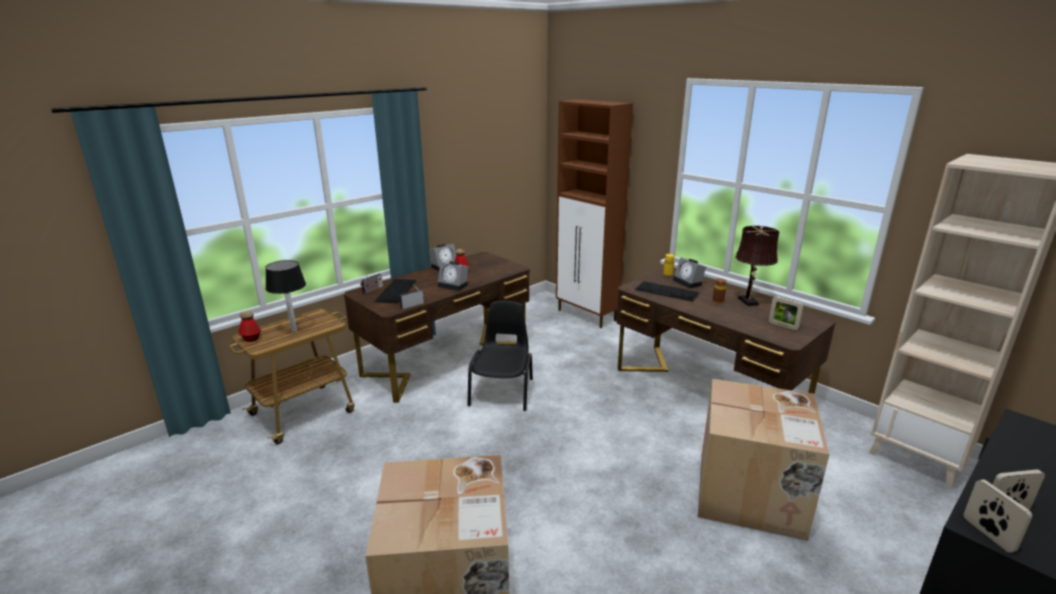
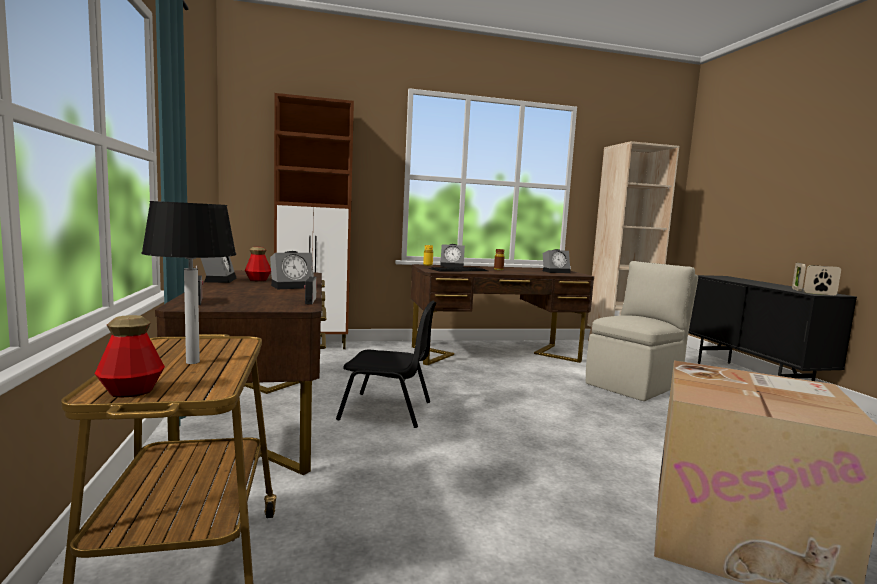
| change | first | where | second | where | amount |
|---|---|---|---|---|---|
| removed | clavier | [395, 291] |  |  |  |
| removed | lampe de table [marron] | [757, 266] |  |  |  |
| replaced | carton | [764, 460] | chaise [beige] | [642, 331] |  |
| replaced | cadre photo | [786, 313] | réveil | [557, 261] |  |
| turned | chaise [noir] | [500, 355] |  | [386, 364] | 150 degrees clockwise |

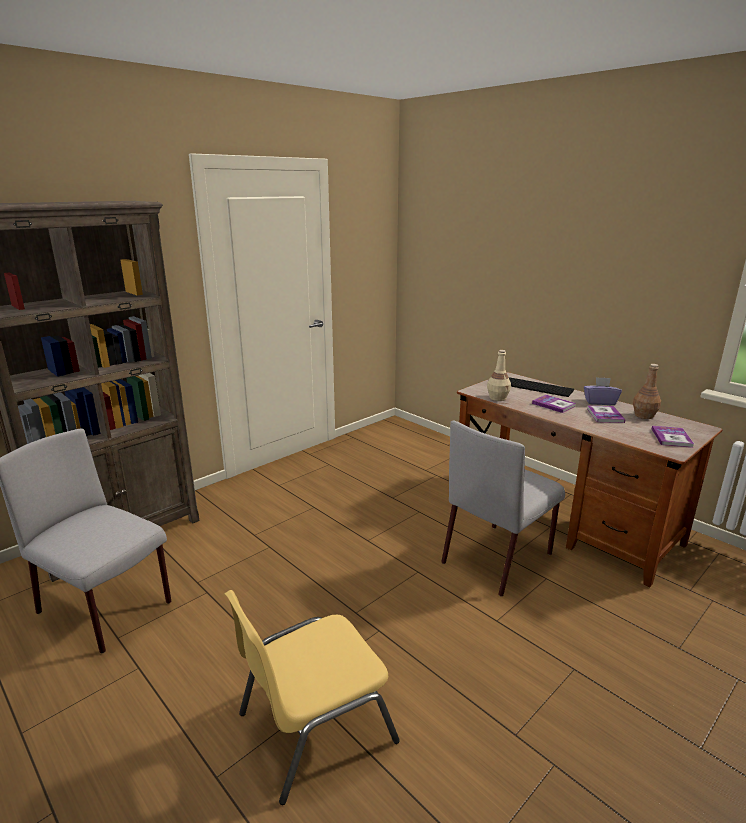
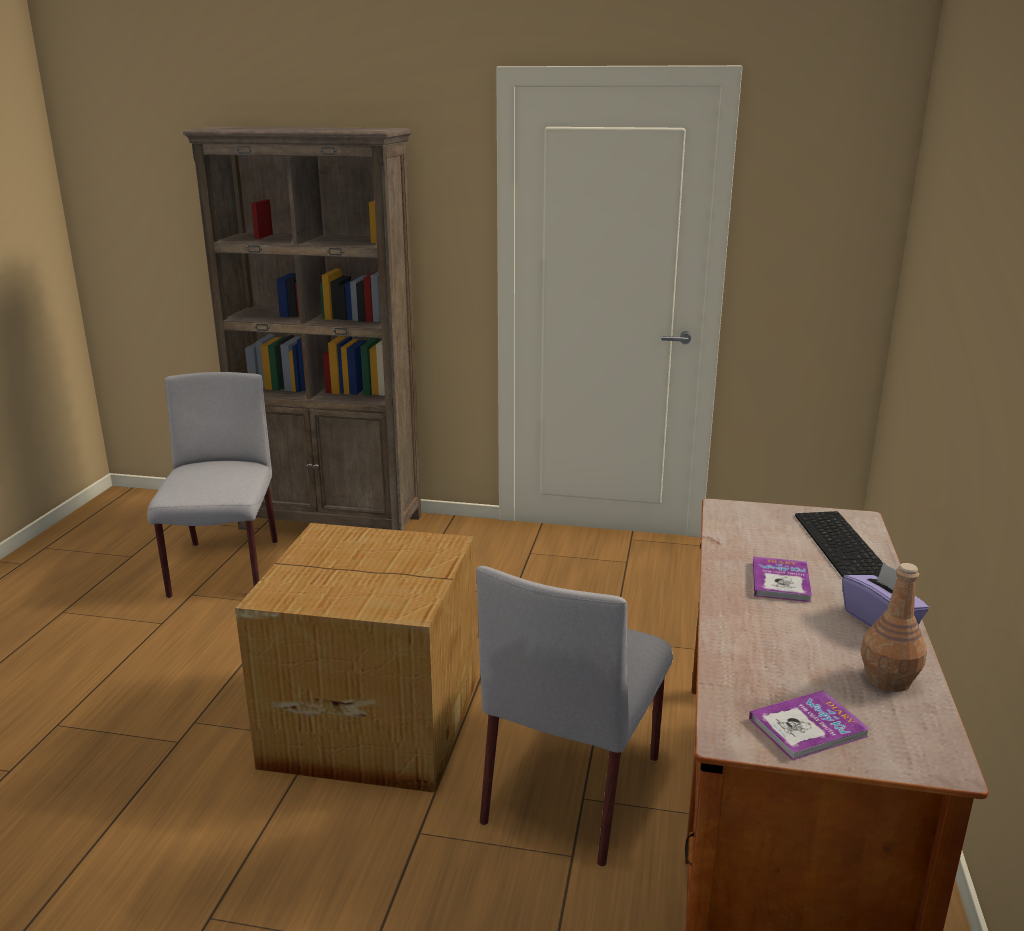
| change | first | where | second | where | amount |
|---|---|---|---|---|---|
| removed | chaise [jaune] | [312, 697] |  |  |  |
| removed | bouteille [beige] | [499, 375] |  |  |  |
| removed | livre | [606, 414] |  |  |  |
| added |  |  | carton | [356, 658] |  |
| turned | chaise [gris] | [503, 509] |  | [574, 716] | 75 degrees counterclockwise |

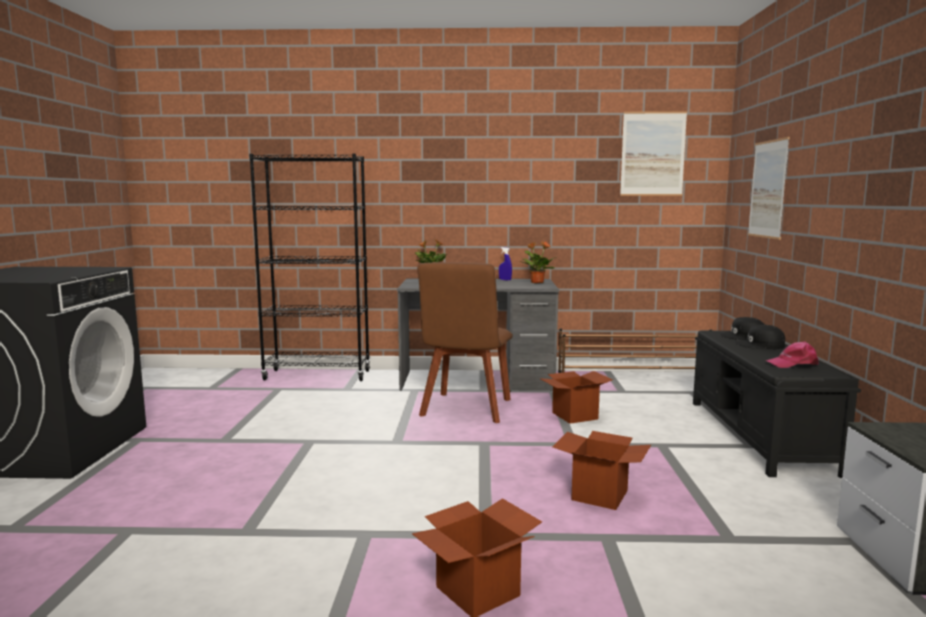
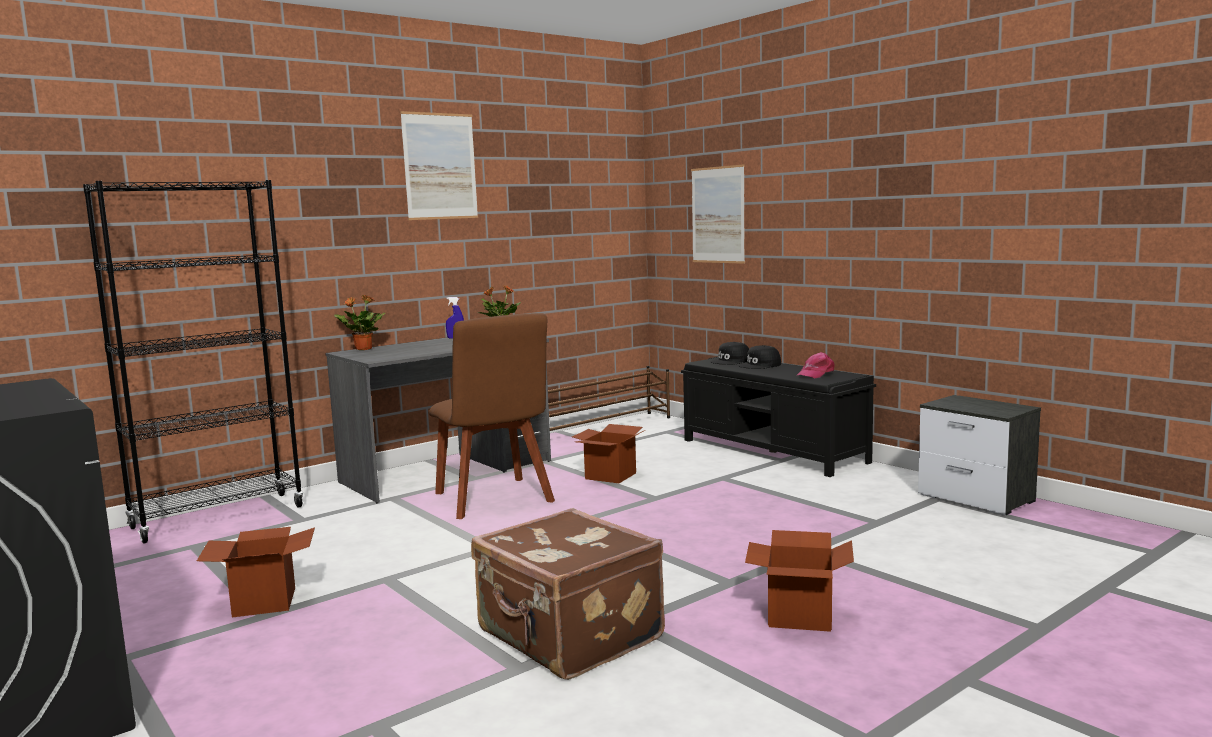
| change | first | where | second | where | amount |
|---|---|---|---|---|---|
| added |  |  | valise [marron] | [568, 594] |  |
| moved | carton | [601, 470] |  | [256, 572] |  |
| moved | tableau | [653, 153] |  | [439, 165] |  |

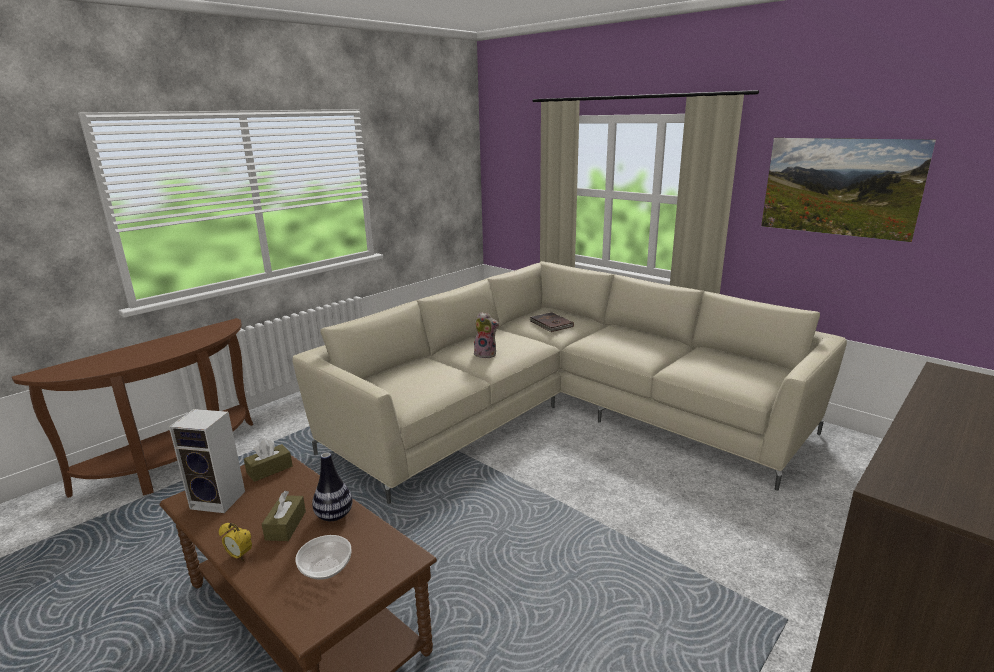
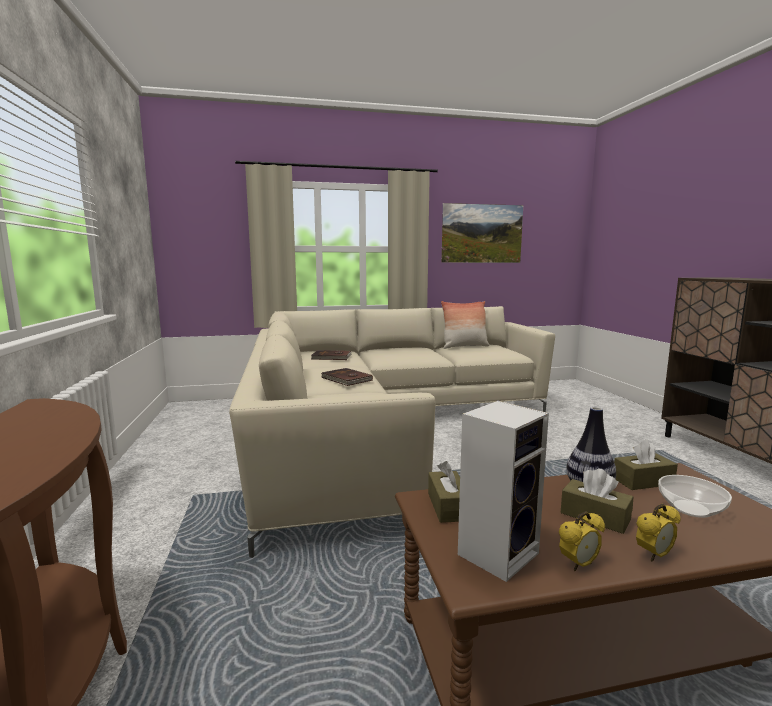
| change | first | where | second | where | amount |
|---|---|---|---|---|---|
| added |  |  | coussin | [465, 325] |  |
| added |  |  | réveil | [582, 541] |  |
| added |  |  | boîte à mouchoirs [marron] | [646, 465] |  |
| replaced | peluche | [486, 335] | livre [marron] | [347, 377] |  |

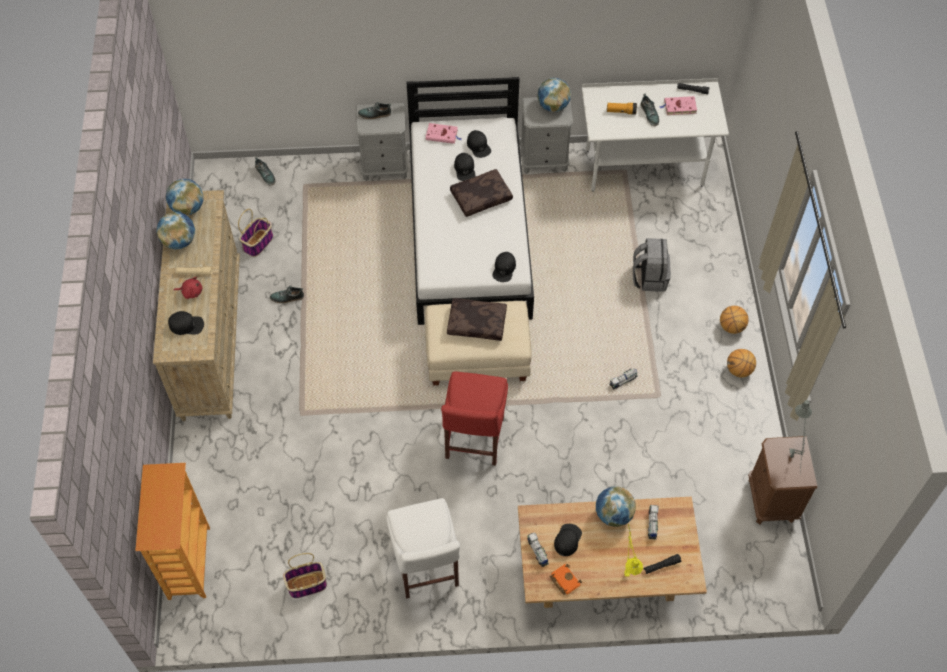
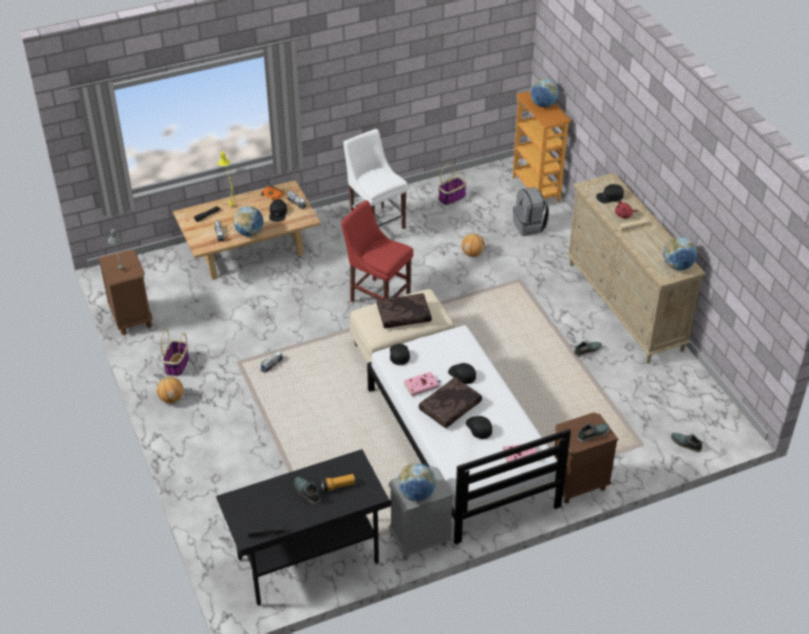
| change | first | where | second | where | amount |
|---|---|---|---|---|---|
| moved | globe | [176, 231] |  | [544, 92] |  |
| moved | panier | [255, 233] |  | [175, 353] |  |
| moved | casquette [noir] | [479, 144] |  | [462, 373] |  |
| moved | sac à dos [gris] | [652, 265] |  | [531, 211] |  |
| moved | livre [rose] | [678, 105] |  | [423, 384] |  |
| moved | ballon de basket | [734, 320] |  | [473, 245] |  |
| recoloured | table de chevet [gris] | [382, 142] | table de chevet [marron] | [586, 458] |  |
| recoloured | bureau [blanc] | [655, 135] | bureau [noir] | [303, 527] |  |
| turned | chaise [rouge] | [474, 418] |  | [377, 251] | 45 degrees counterclockwise |

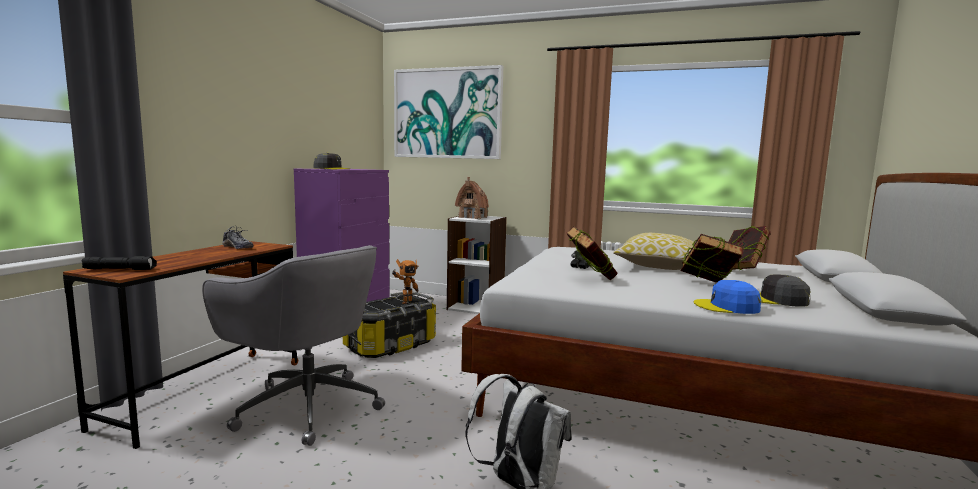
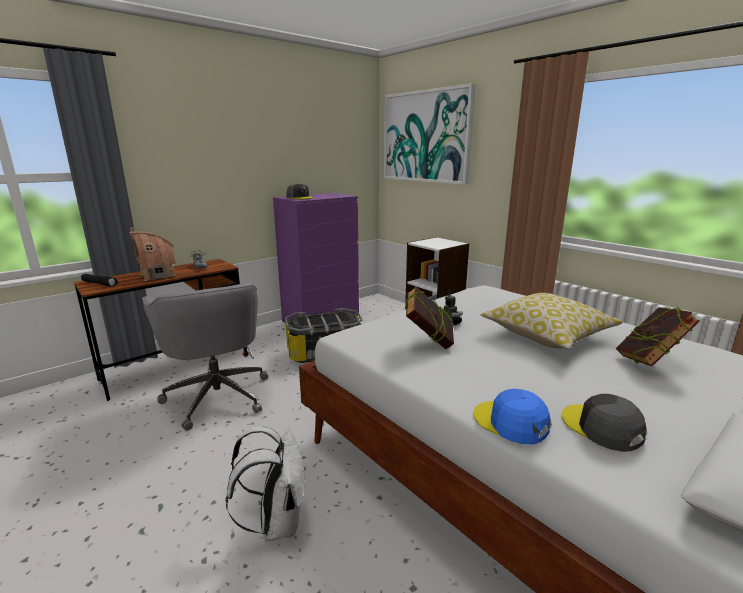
| change | first | where | second | where | amount |
|---|---|---|---|---|---|
| removed | robot jouet | [405, 281] |  |  |  |
| removed | livre | [712, 258] |  |  |  |
| moved | maison miniature | [472, 198] |  | [152, 254] |  |

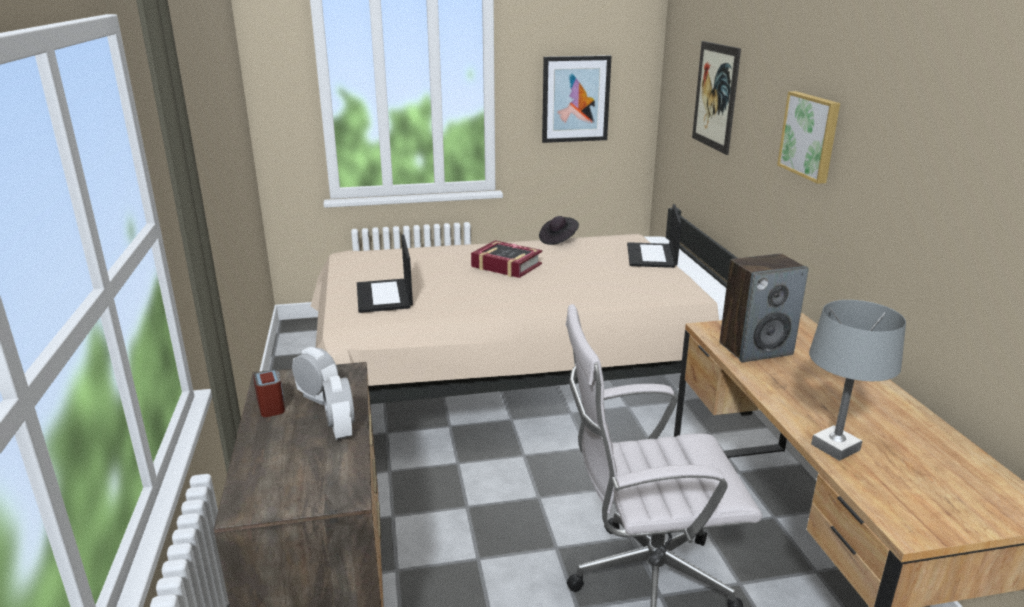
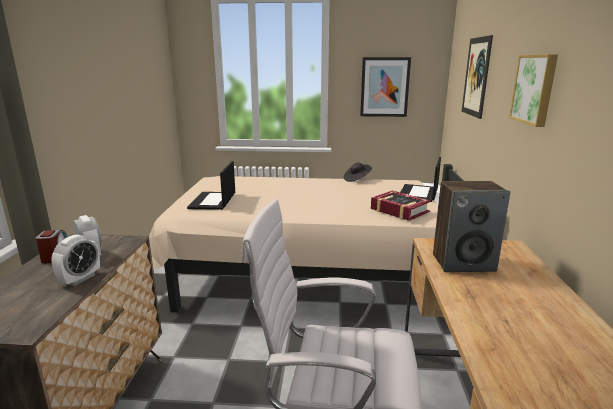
| change | first | where | second | where | amount |
|---|---|---|---|---|---|
| removed | lampe de table [gris] | [857, 380] |  |  |  |
| moved | livre | [506, 259] |  | [401, 205] |  |
| turned | réveil | [338, 407] |  | [75, 260] | 150 degrees counterclockwise |

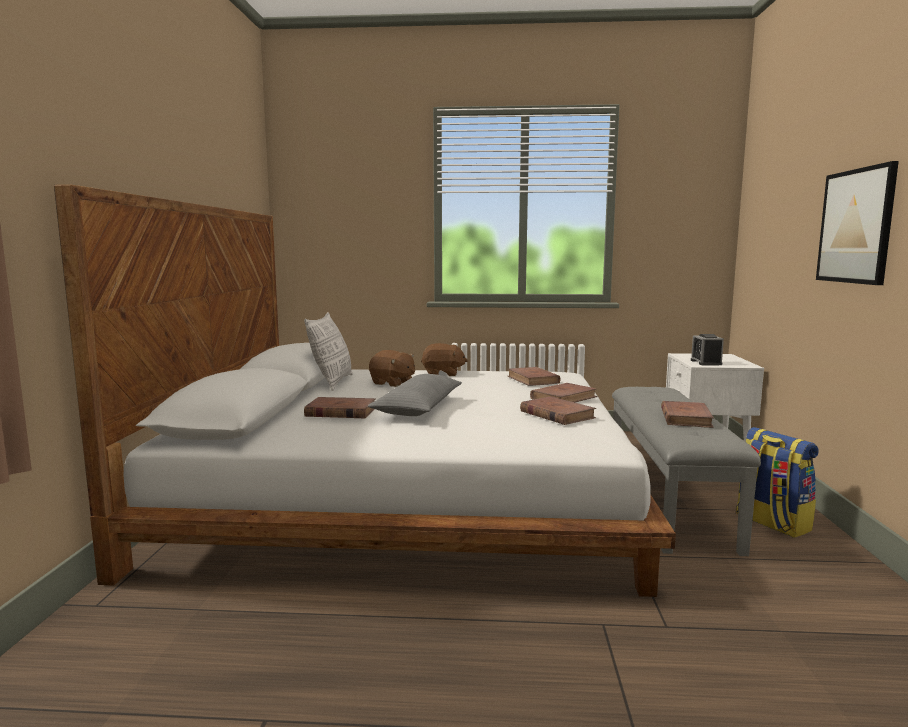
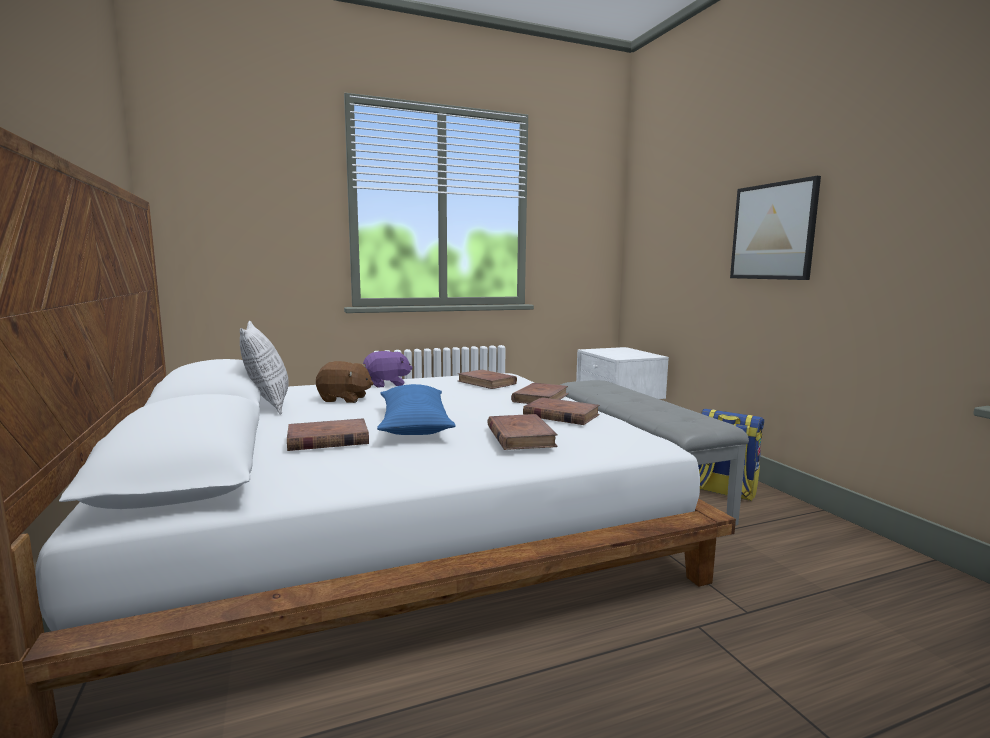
| change | first | where | second | where | amount |
|---|---|---|---|---|---|
| removed | réveil | [707, 349] |  |  |  |
| moved | livre [marron] | [687, 414] |  | [522, 432] |  |
| recoloured | coussin [gris] | [415, 395] | coussin [bleu] | [416, 409] |  |
| recoloured | peluche [marron] | [444, 359] | peluche [violet] | [388, 369] |  |

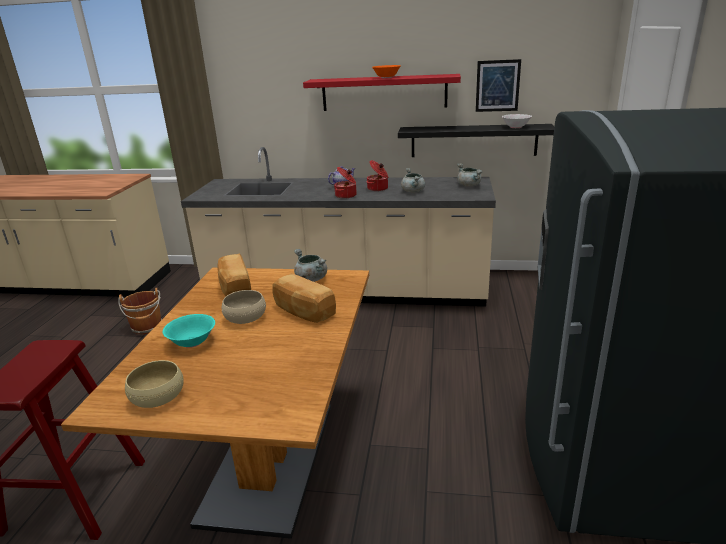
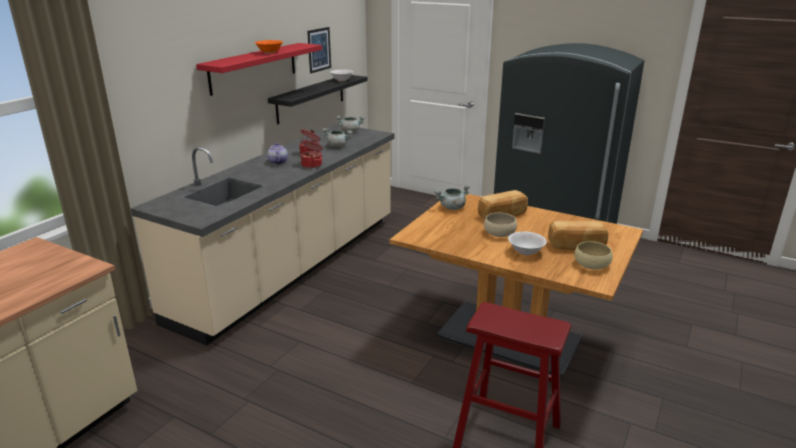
| change | first | where | second | where | amount |
|---|---|---|---|---|---|
| removed | seau [marron] | [140, 311] |  |  |  |
| moved | pain | [234, 275] |  | [578, 235] |  |
| recoloured | bol [turquoise] | [189, 331] | bol [blanc] | [527, 243] |  |

